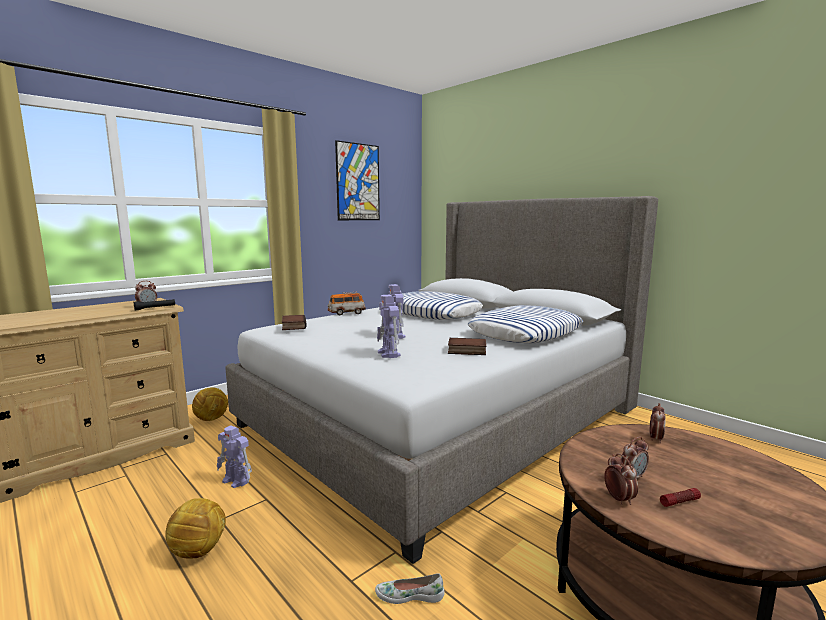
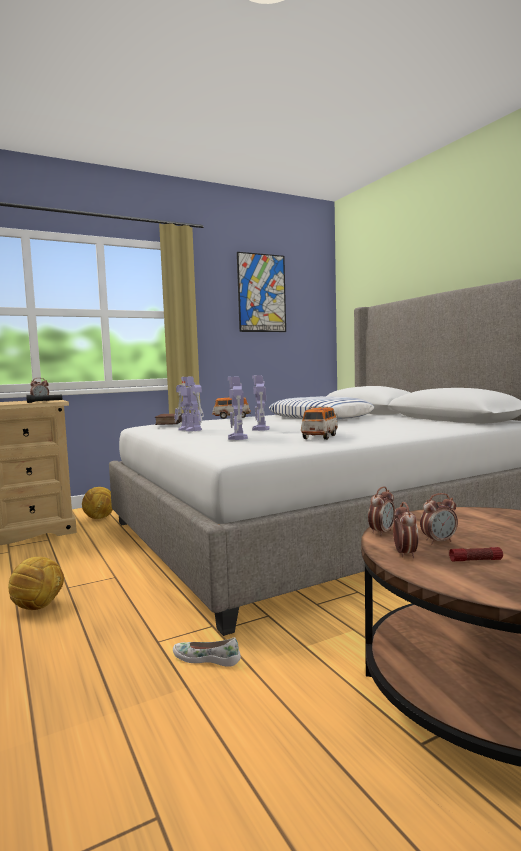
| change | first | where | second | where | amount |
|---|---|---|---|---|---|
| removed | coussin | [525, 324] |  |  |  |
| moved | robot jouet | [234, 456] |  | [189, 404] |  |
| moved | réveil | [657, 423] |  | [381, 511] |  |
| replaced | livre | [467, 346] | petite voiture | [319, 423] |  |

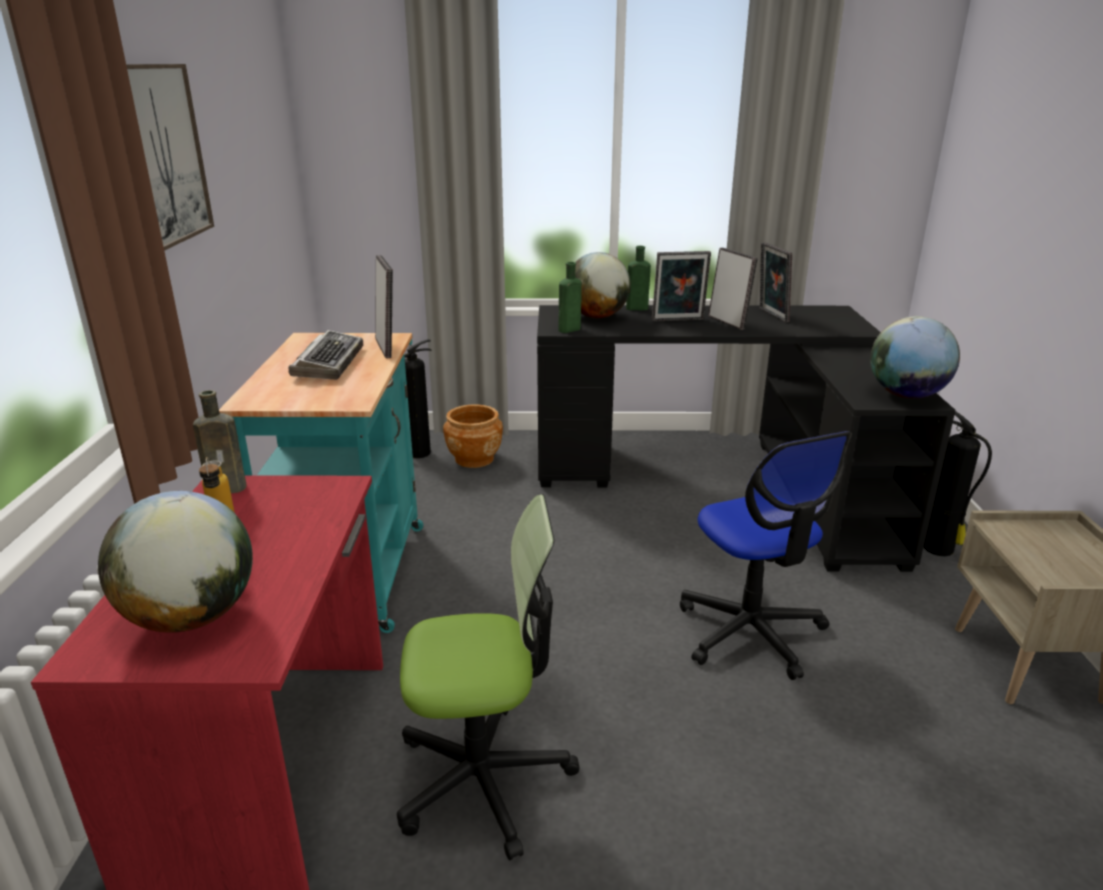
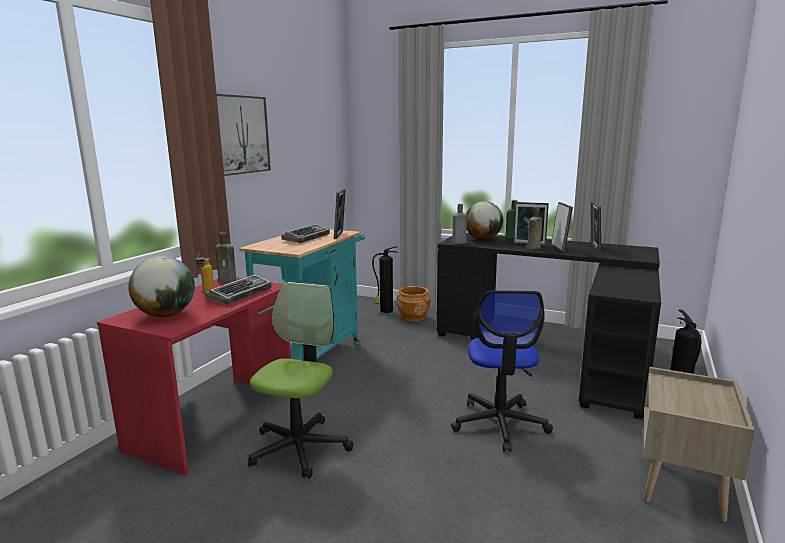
| change | first | where | second | where | amount |
|---|---|---|---|---|---|
| removed | globe | [915, 357] |  |  |  |
| added |  |  | clavier | [238, 290] |  |
| added |  |  | bouteille [marron] | [535, 228] |  |
| recoloured | bouteille [vert] | [570, 297] | bouteille [gris] | [459, 224] |  |
| turned | chaise de bureau | [488, 677] |  | [301, 380] | 90 degrees counterclockwise |

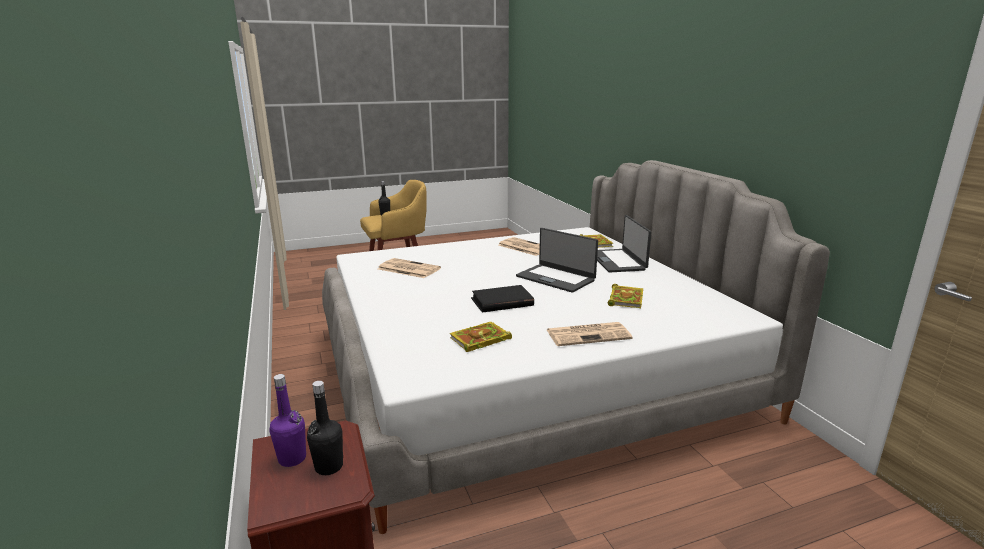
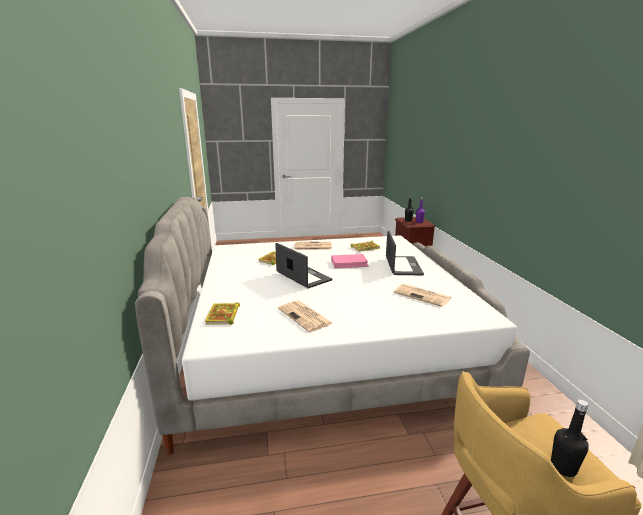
| change | first | where | second | where | amount |
|---|---|---|---|---|---|
| moved | ordinateur portable | [624, 244] |  | [405, 253] |  |
| recoloured | livre [noir] | [502, 299] | livre [rose] | [350, 261] |  |

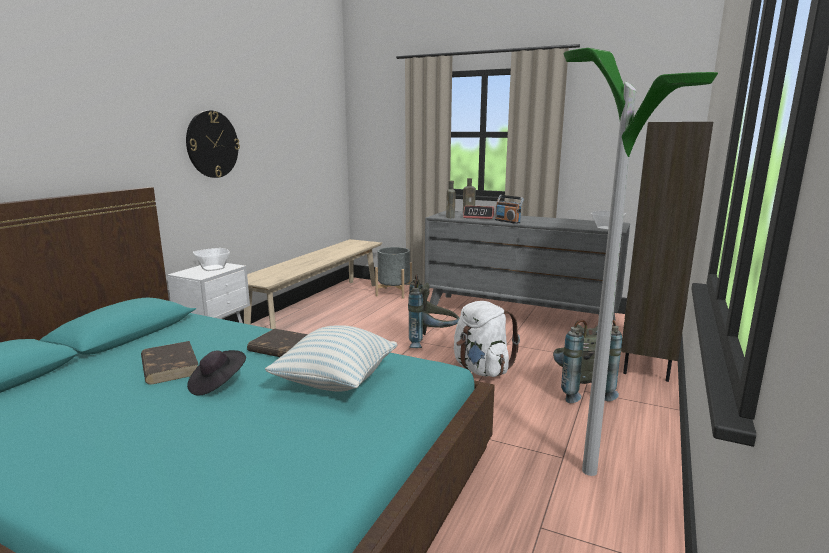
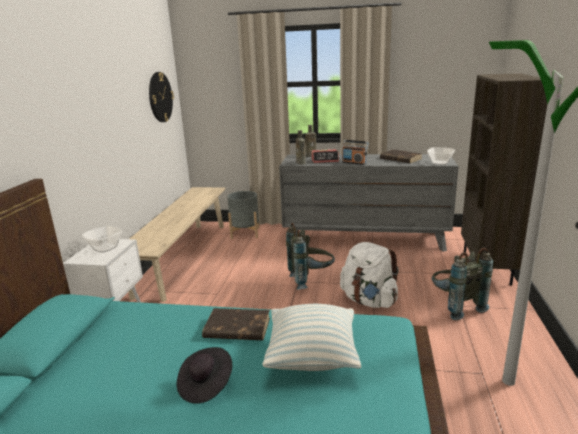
| change | first | where | second | where | amount |
|---|---|---|---|---|---|
| moved | livre [marron] | [170, 363] |  | [401, 156] |  |
| moved | horloge murale | [213, 144] |  | [161, 97] |  |

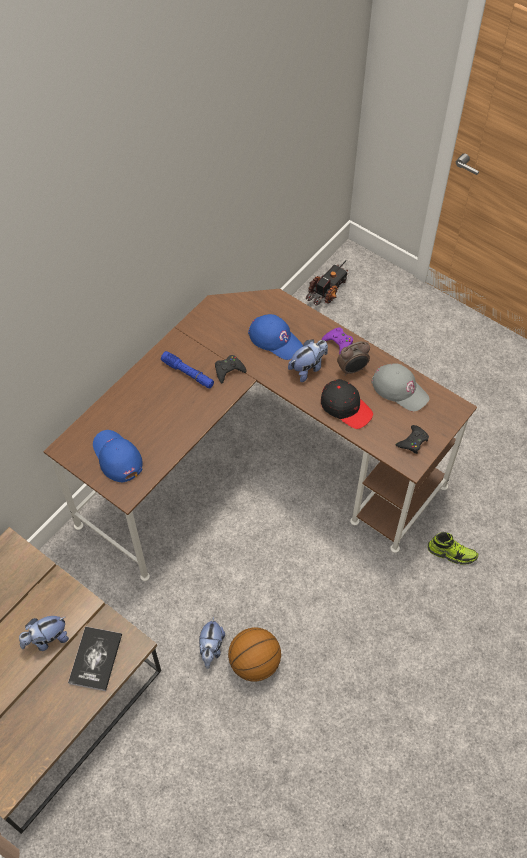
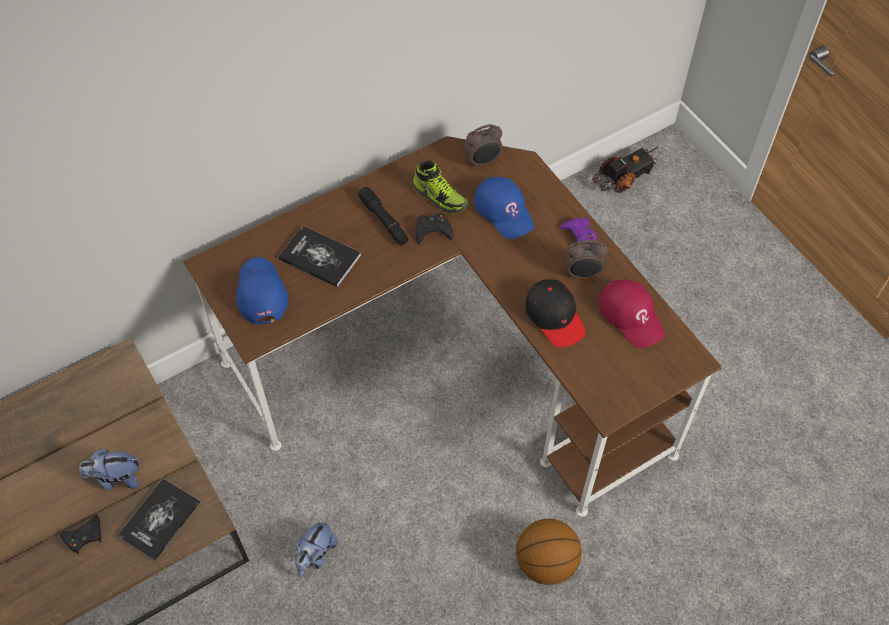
| change | first | where | second | where | amount |
|---|---|---|---|---|---|
| removed | peluche | [308, 360] |  |  |  |
| added |  |  | livre | [319, 257] |  |
| added |  |  | réveil | [483, 146] |  |
| moved | ballon de basket | [254, 654] |  | [549, 552] |  |
| moved | manette [noir] | [412, 439] |  | [80, 534] |  |
| moved | chaussure | [453, 548] |  | [440, 187] |  |
| recoloured | lampe de poche [bleu] | [187, 370] | lampe de poche [noir] | [383, 216] |  |
| recoloured | casquette [gris] | [400, 387] | casquette [rouge] | [632, 314] |  |

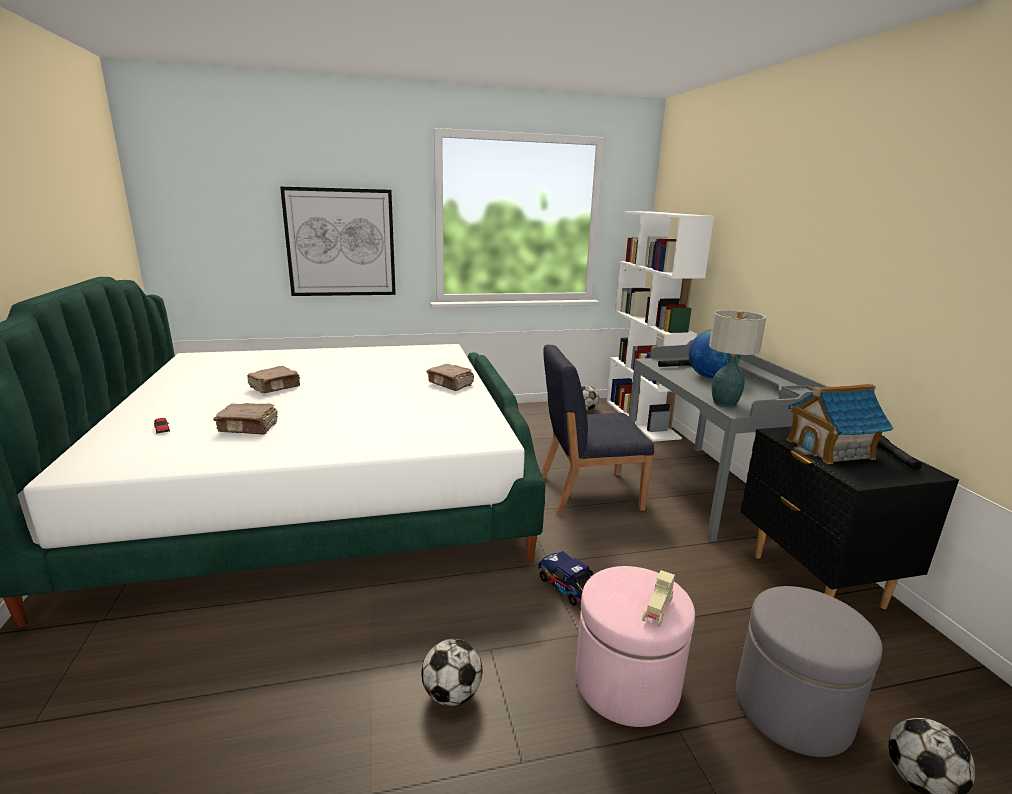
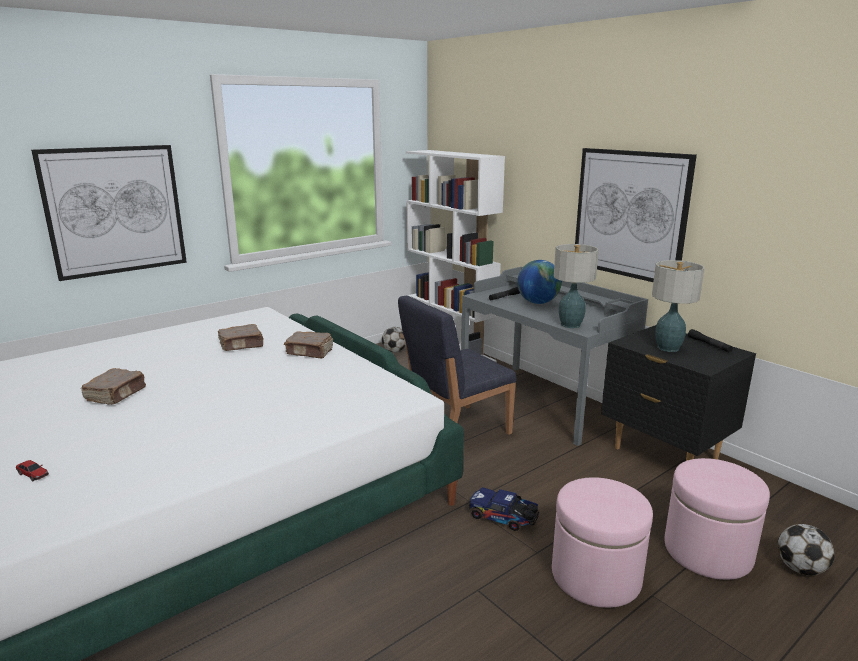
| change | first | where | second | where | amount |
|---|---|---|---|---|---|
| removed | ballon de foot | [452, 672] |  |  |  |
| removed | petite voiture [beige] | [658, 598] |  |  |  |
| added |  |  | tableau | [636, 215] |  |
| moved | livre [marron] | [245, 419] |  | [241, 337] |  |
| replaced | maison miniature | [840, 424] | lampe de table | [678, 306] |  |
| recoloured | pouf [gris] | [809, 671] | pouf [rose] | [717, 519] |  |

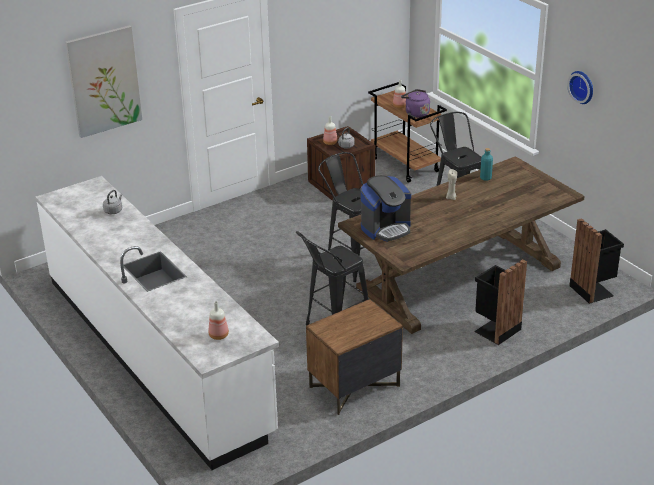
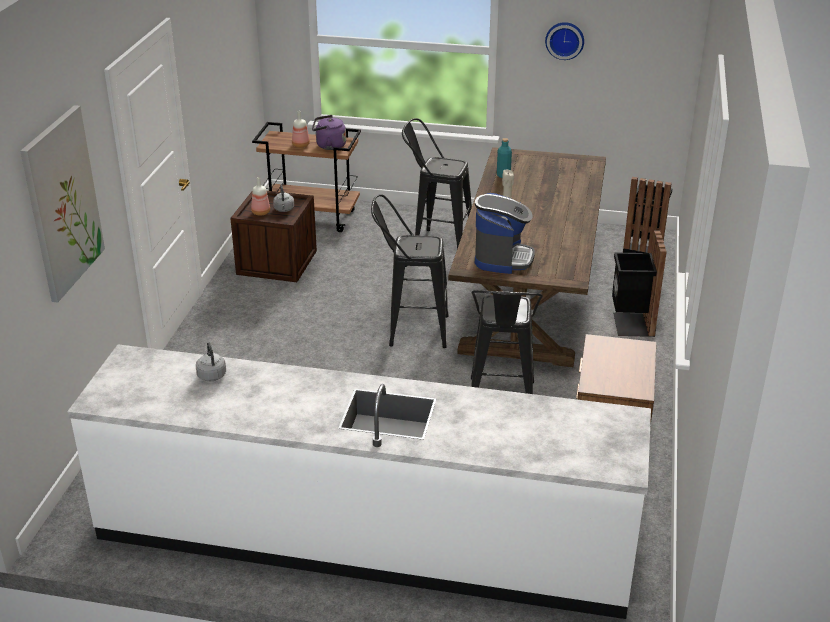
| change | first | where | second | where | amount |
|---|---|---|---|---|---|
| removed | bouteille | [219, 320] |  |  |  |

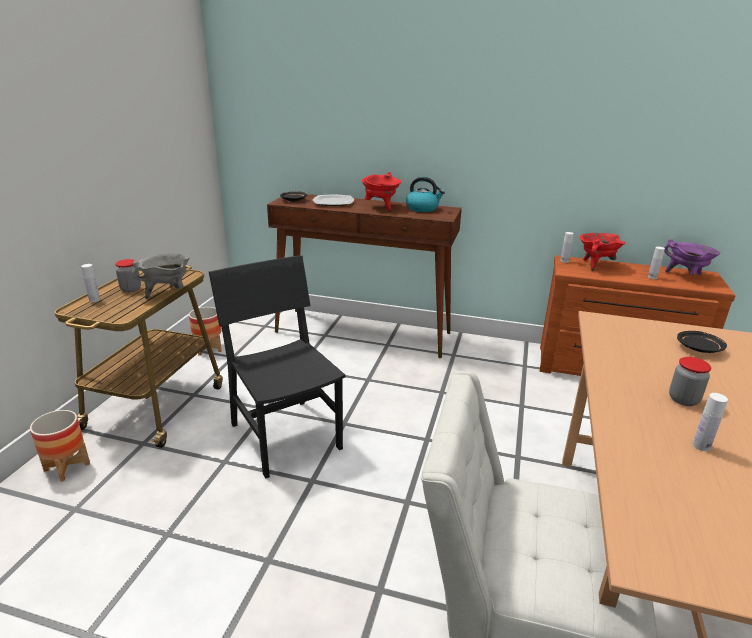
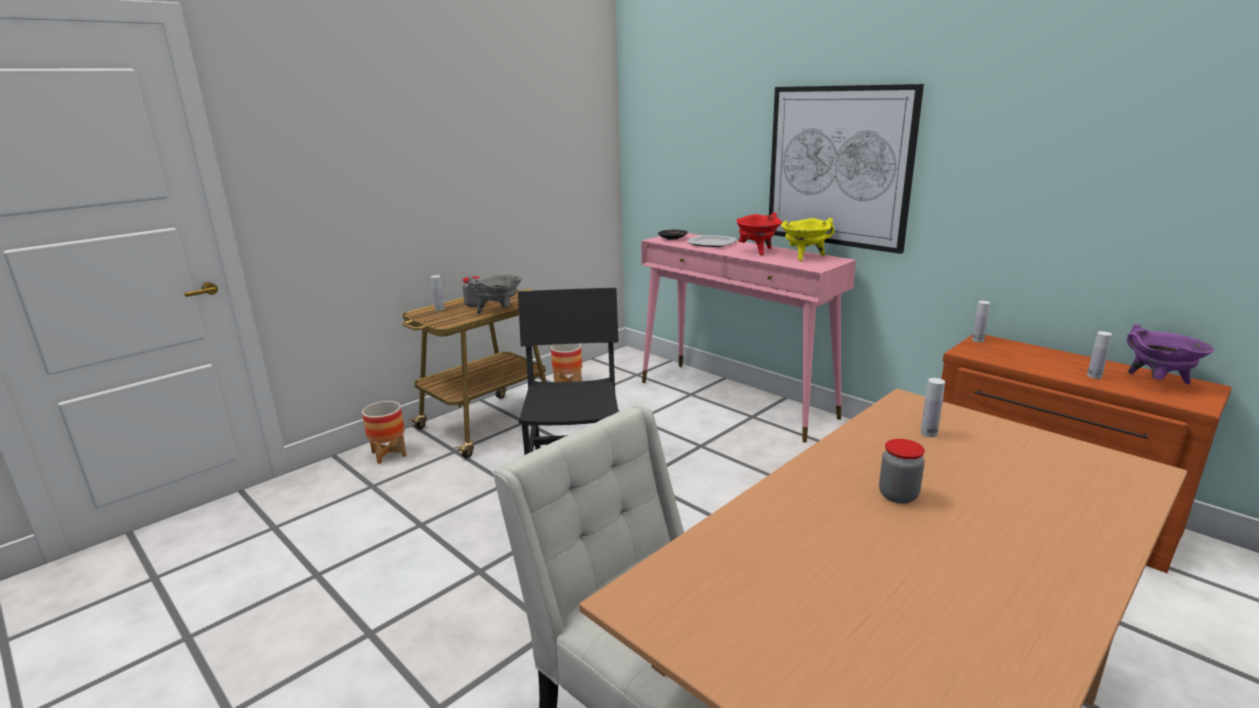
| change | first | where | second | where | amount |
|---|---|---|---|---|---|
| removed | marmite [rouge] | [602, 252] |  |  |  |
| removed | assiette [noir] | [702, 342] |  |  |  |
| added |  |  | tableau | [846, 169] |  |
| moved | bouteille [blanc] | [710, 422] |  | [932, 407] |  |
| replaced | bouilloire | [425, 194] | marmite [jaune] | [807, 239] |  |
| recoloured | table console [marron] | [364, 276] | table console [rose] | [748, 338] |  |

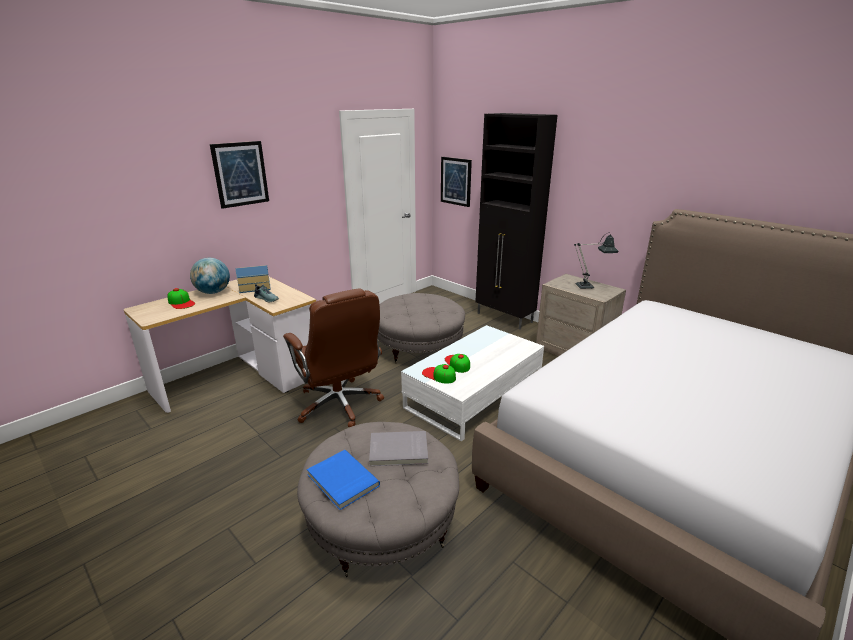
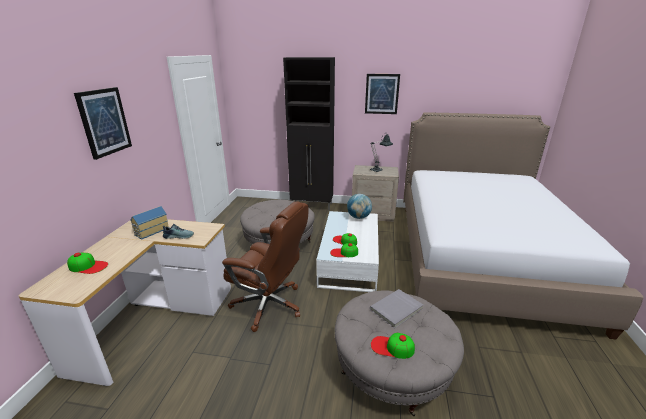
| change | first | where | second | where | amount |
|---|---|---|---|---|---|
| moved | globe | [210, 276] |  | [359, 206] |  |
| moved | tableau | [456, 182] |  | [382, 94] |  |
| replaced | livre [bleu] | [343, 480] | casquette | [393, 346] |  |

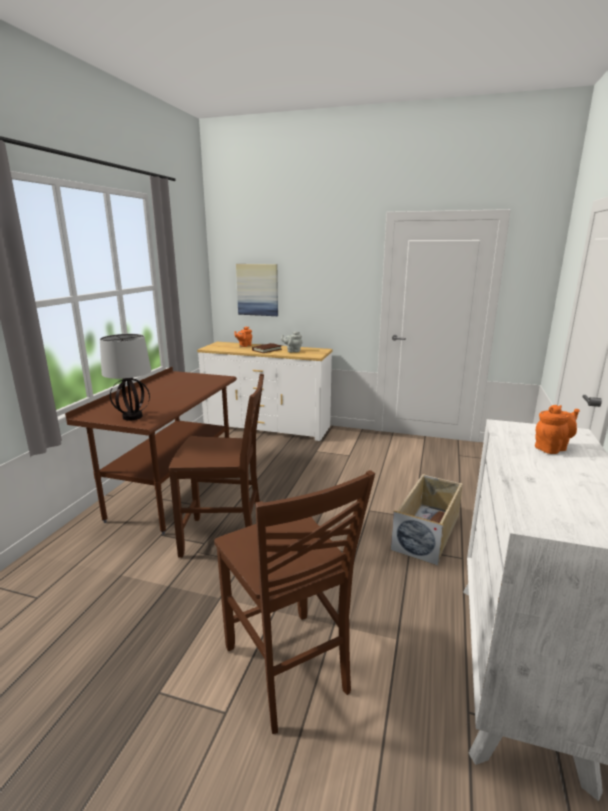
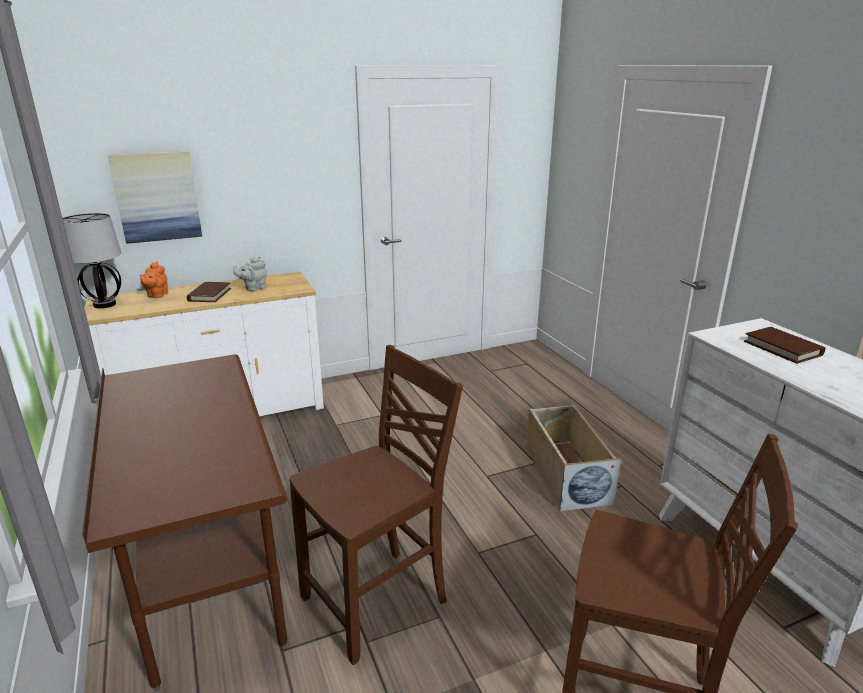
| change | first | where | second | where | amount |
|---|---|---|---|---|---|
| moved | lampe de table | [125, 377] |  | [91, 260] |  |
| replaced | théière [orange] | [557, 429] | livre [marron] | [784, 345] |  |

